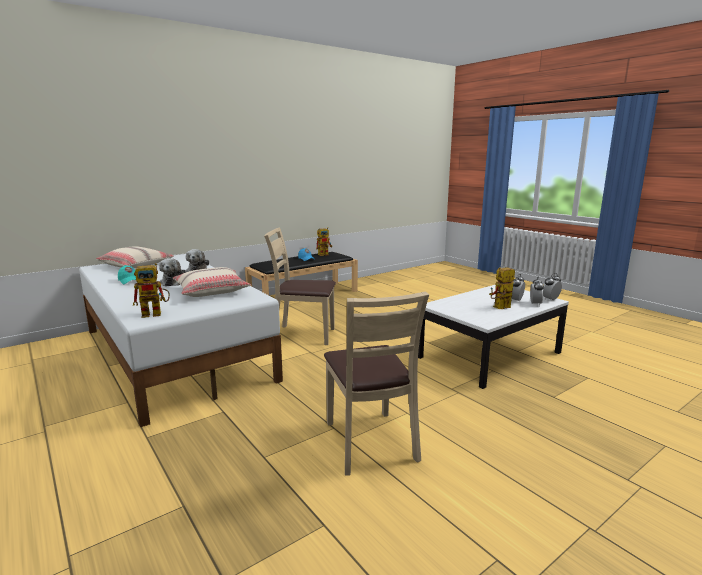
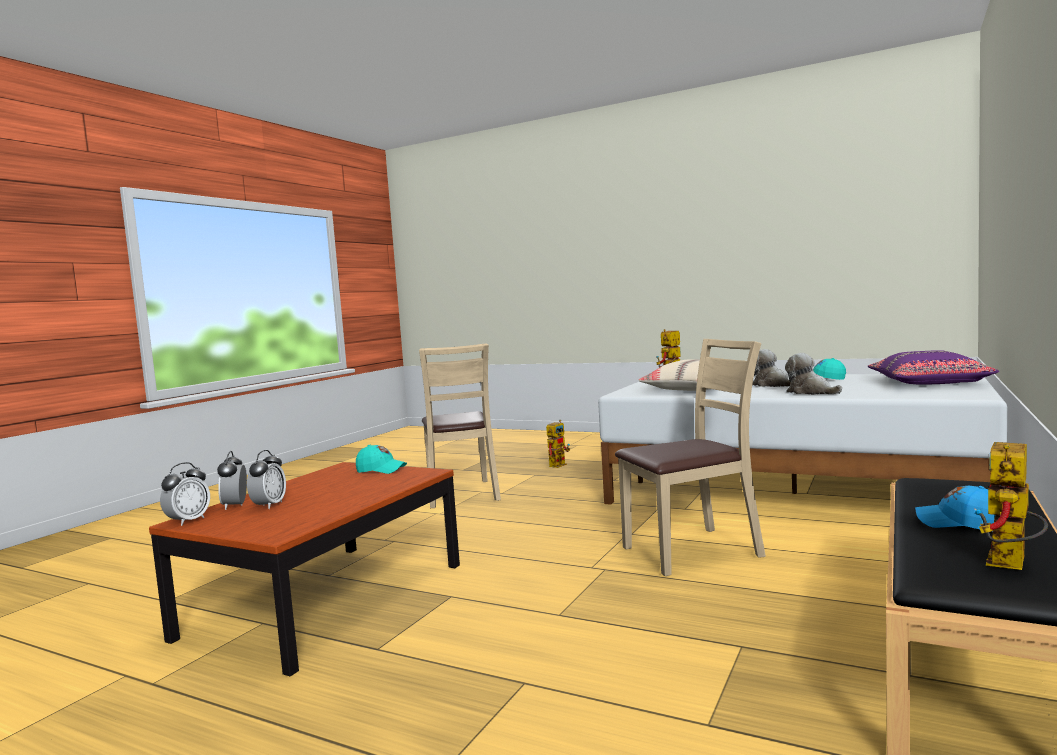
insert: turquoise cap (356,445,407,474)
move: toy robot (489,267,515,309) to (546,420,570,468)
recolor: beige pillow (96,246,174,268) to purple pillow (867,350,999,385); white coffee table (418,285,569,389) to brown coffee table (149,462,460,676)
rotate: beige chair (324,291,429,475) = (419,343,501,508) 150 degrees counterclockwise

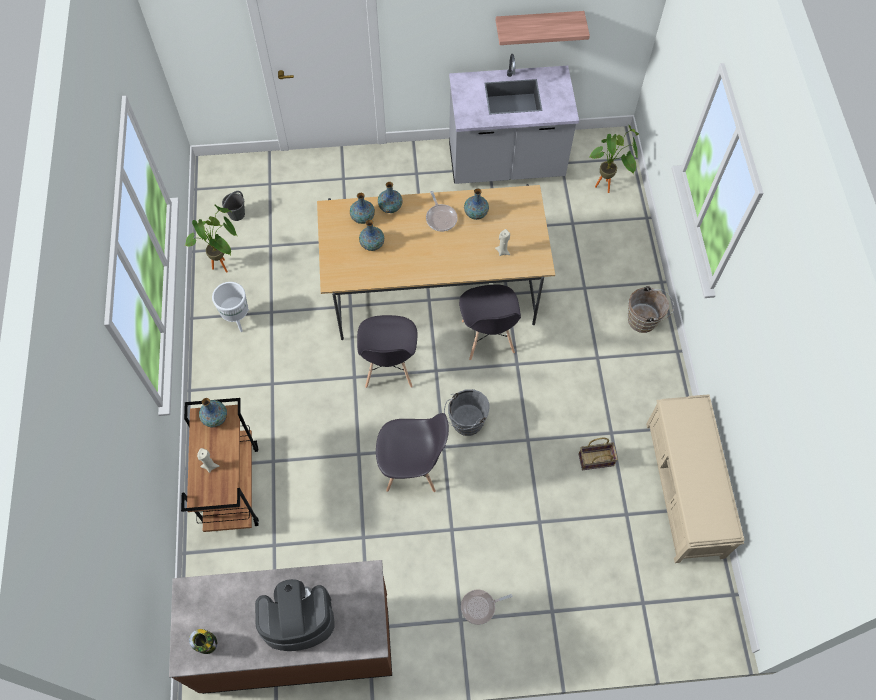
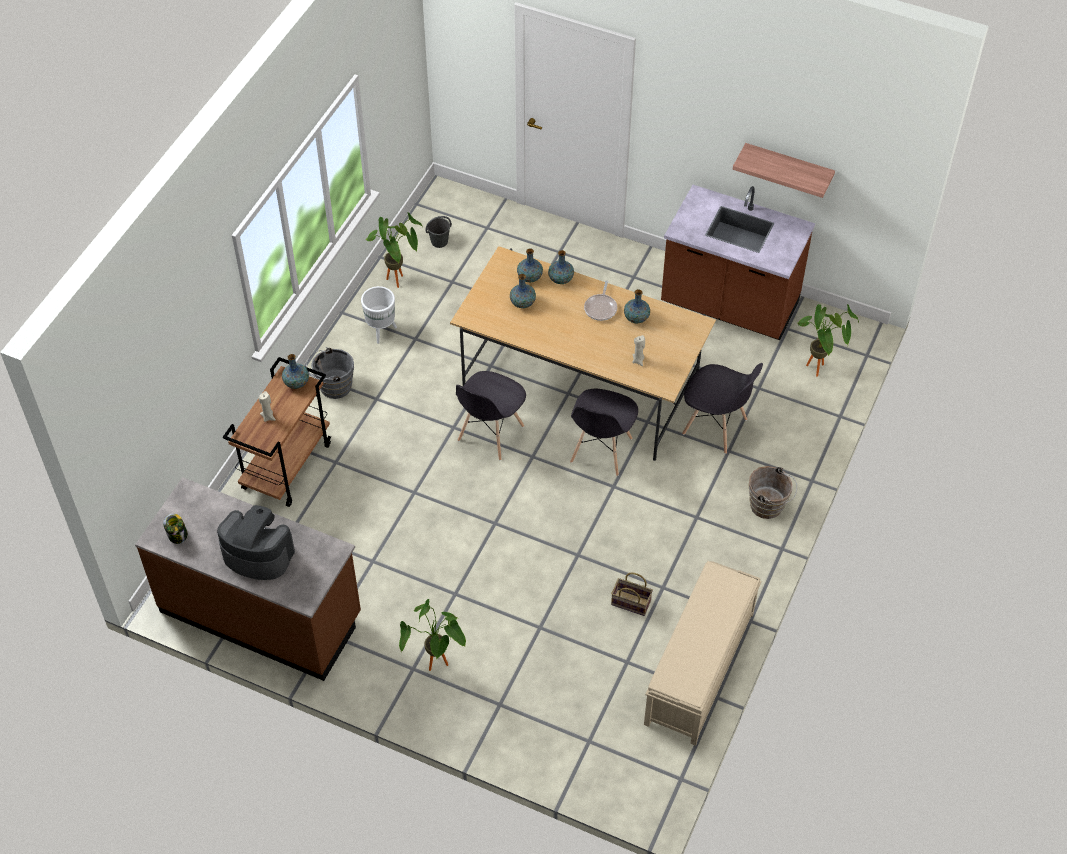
move: grey chair (376,413,449,492) to (682,363,763,454); grey bucket (444,389,489,436) to (306,347,354,399)
replace: frying pan (461,590,512,625) to potted plant (399,599,466,671)
recolor: grey counter (449,54,579,184) to brown counter (661,185,815,340)

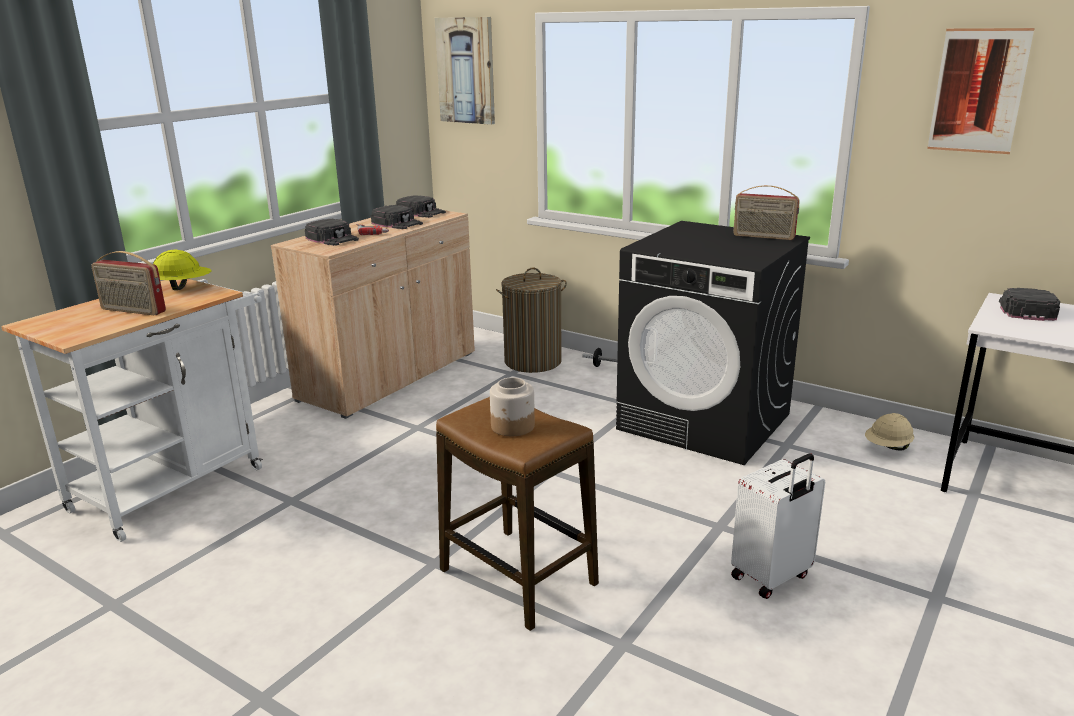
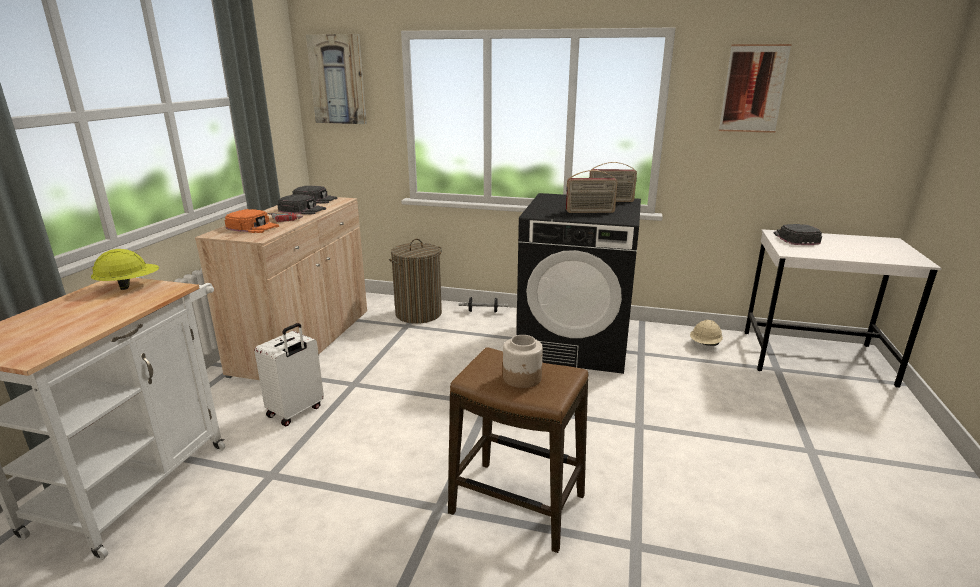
move: radio (91,251,166,315) to (566,170,618,213); white suitcase (731,453,825,599) to (254,323,324,426)
recolor: black cap (305,219,359,246) to orange cap (225,209,279,233)

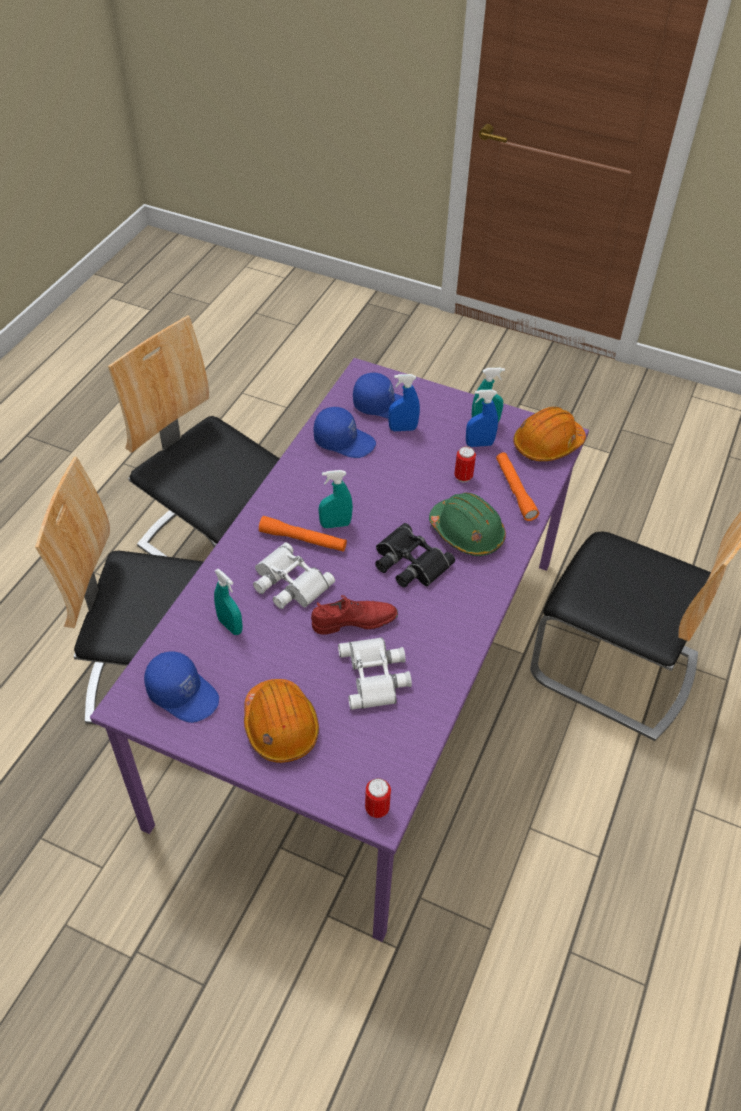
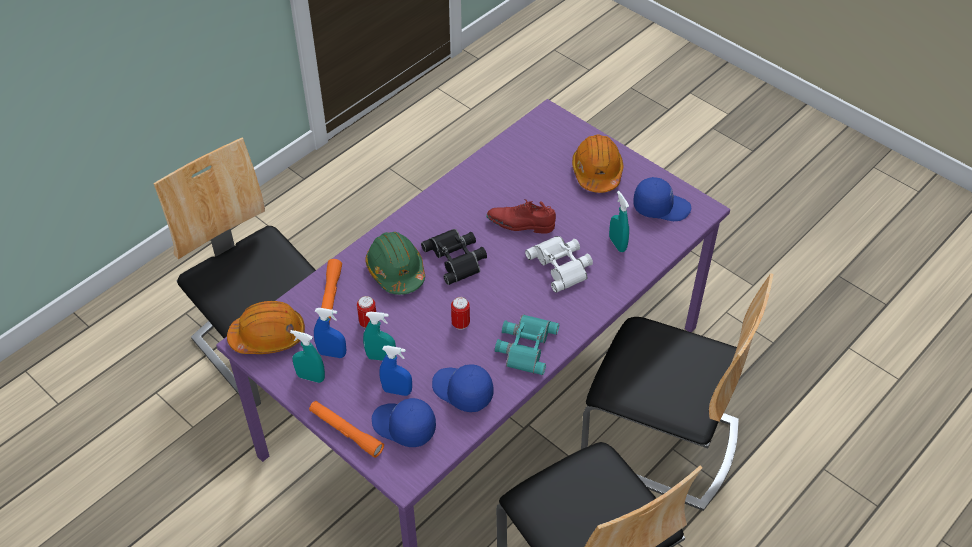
delete: white binoculars (338,637,412,710)
insert: turquoise binoculars (495,314,559,375)
move: orange flashlight (259,516,347,552) to (309,401,384,458); turquoise spray bottle (319,470,353,528) to (363,312,396,361); can (365,778,391,818) to (451,297,470,330)
rotate: blue cap (144,652,219,723) = (633,177,691,221) 135 degrees clockwise

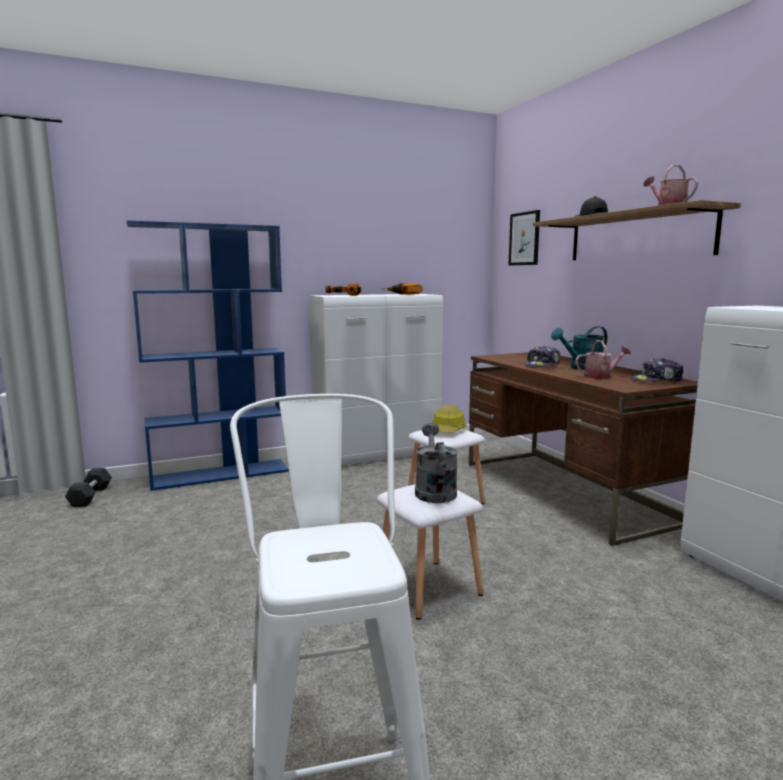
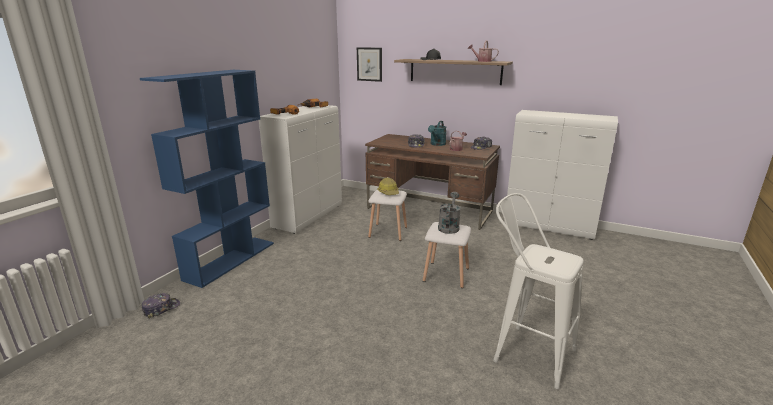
replace: black dumbbell (65,468,112,507) to cap (142,293,180,319)
rotate: grey watering can (415,423,458,503) = (438,192,461,234) 60 degrees clockwise

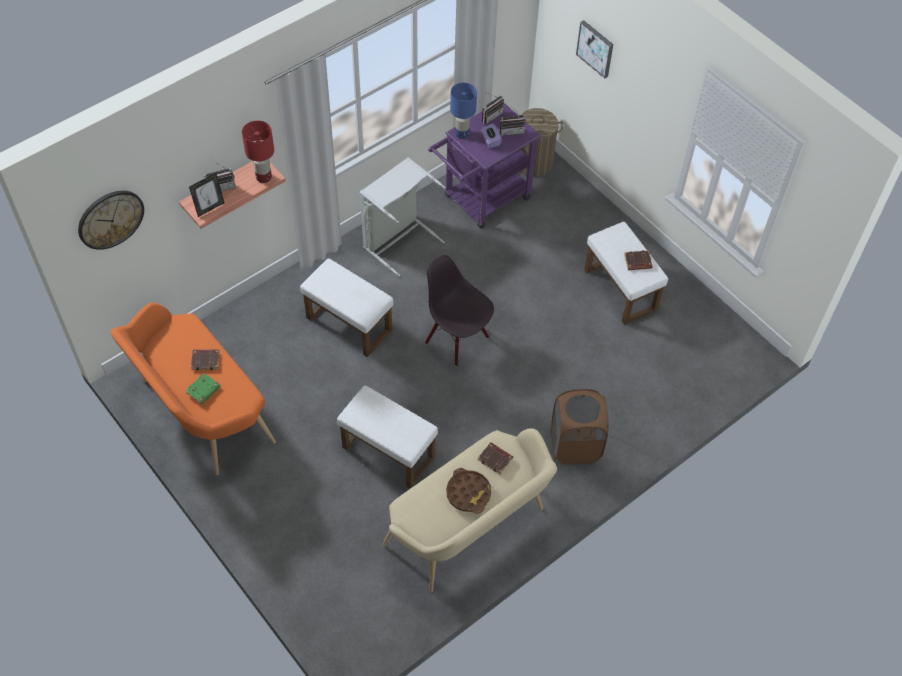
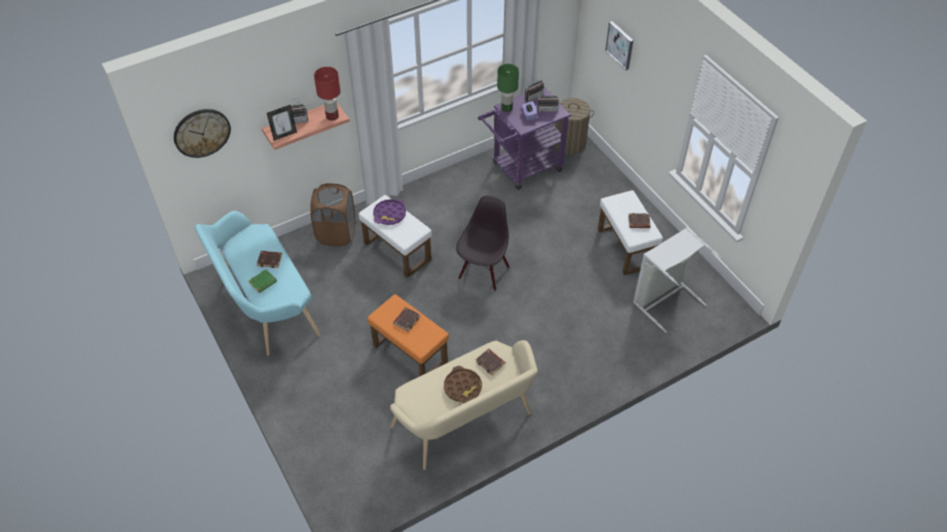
insert: purple tray (373,199,406,225); brown book (393,307,421,332)
move: grey laundry basket (360,157,446,277) to (633,227,722,333); brown laundry basket (551,389,609,465) to (310,183,355,246)
recolor: orange bench (111,303,276,475) to turquoise bench (195,211,320,356); white ottoman (337,385,438,489) to orange ottoman (367,294,449,376); blue table lamp (450,83,477,139) to green table lamp (497,64,519,112)
rotate: black chair (425,255,494,366) = (456,195,510,291) 60 degrees clockwise

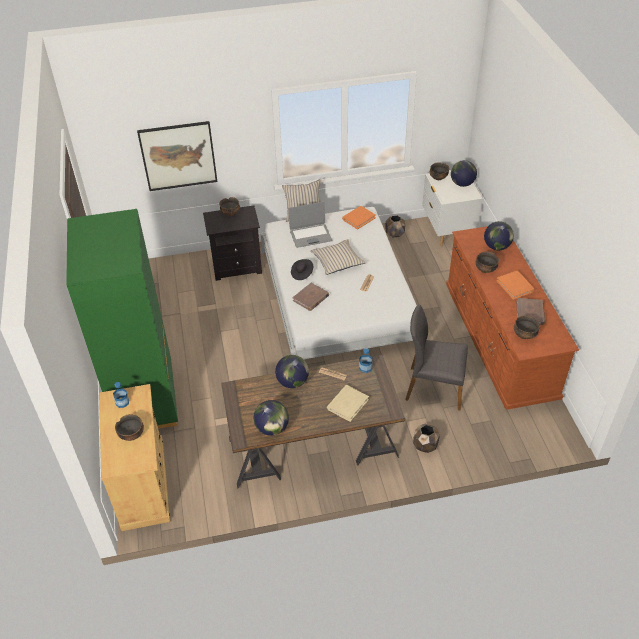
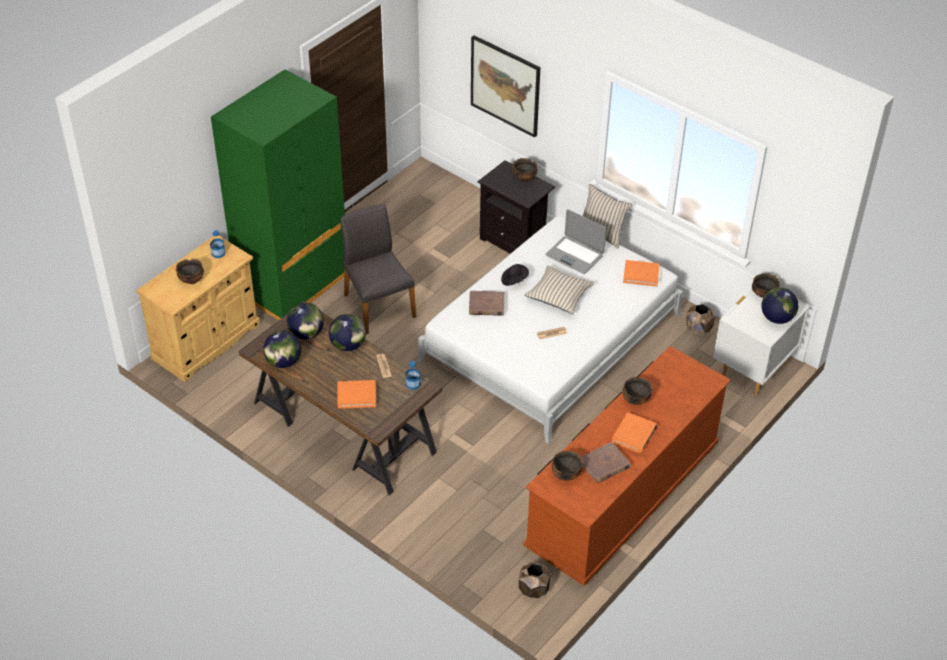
move: grey chair (405,305,468,410) to (341,204,416,334); brown planter (413,424,440,453) to (518,562,551,598); globe (484,221,514,250) to (287,303,324,339)
recolor: beige book (327,385,369,422) to orange book (338,380,376,409)

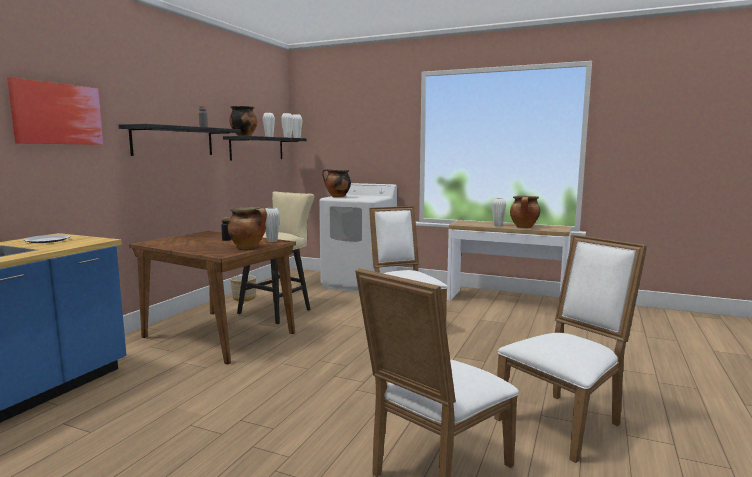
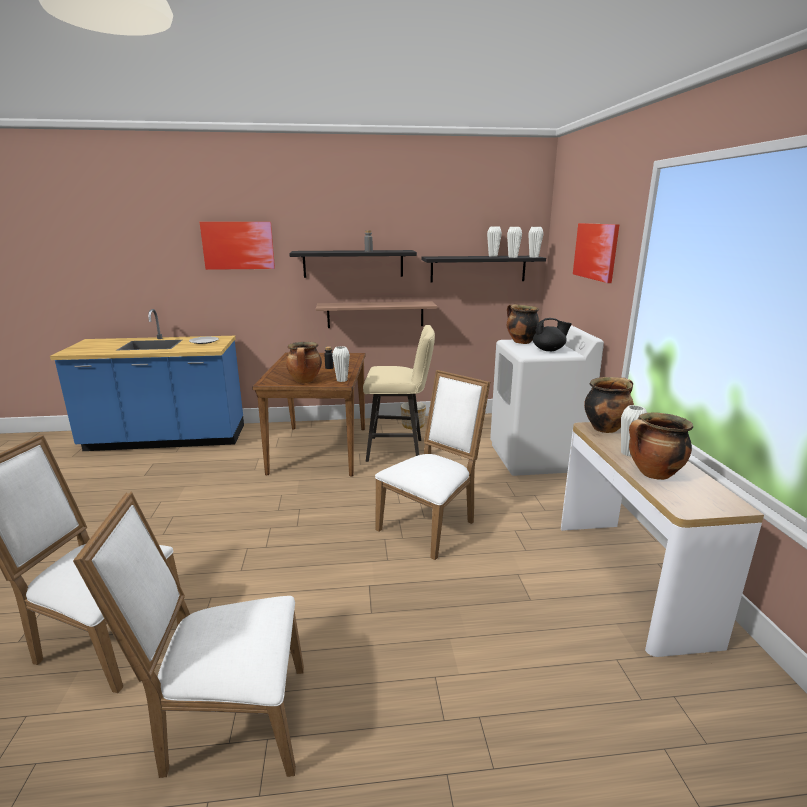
insert: shelf (316,301,437,328); black teapot (533,318,572,351); picture (573,223,619,283)
move: cooking pot (229,106,257,136) to (584,377,634,433)
rotate: white chair (494,235,647,463) = (73,491,304,778) 150 degrees clockwise

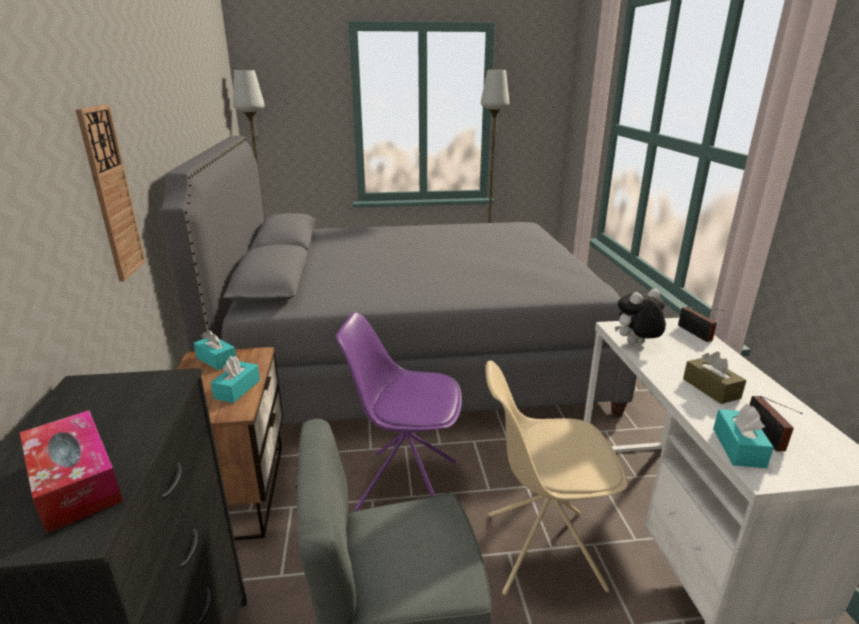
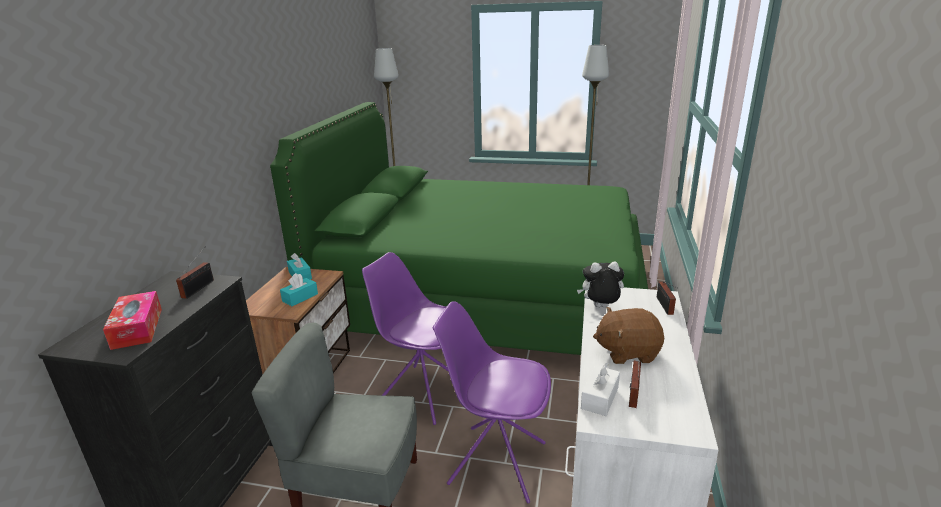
delete: wall clock (76,105,146,282)
insert: radio (176,246,214,299)
replace: brown tissue box (683,352,746,404) to brown plush toy (593,307,664,364)
recolor: grey bed (160,136,637,425) to green bed (270,102,648,355); beige chair (485,360,628,595) to purple chair (433,301,551,504); turquoise tissue box (713,404,774,468) to white tissue box (581,363,620,416)

